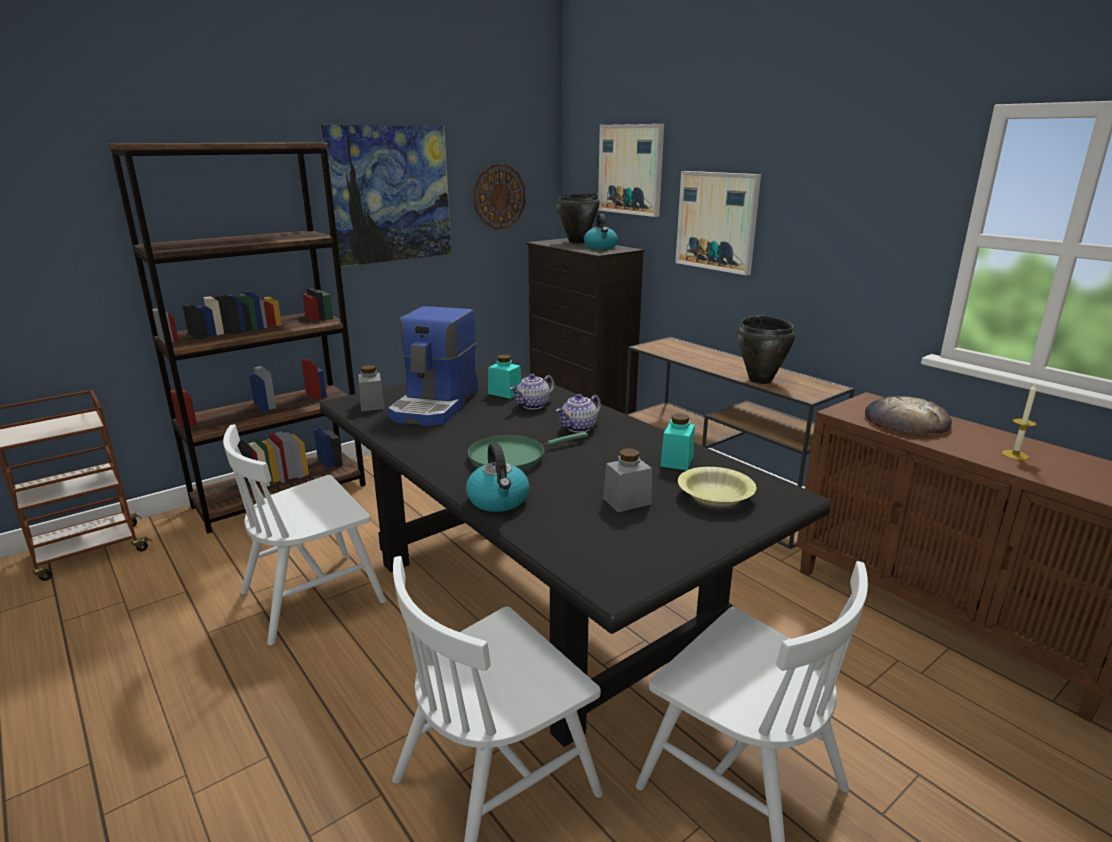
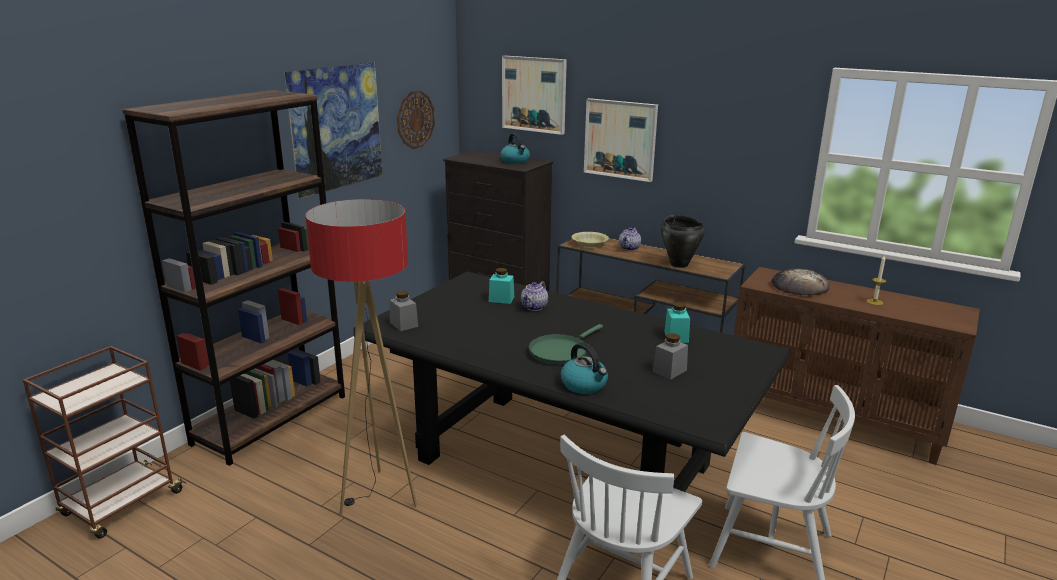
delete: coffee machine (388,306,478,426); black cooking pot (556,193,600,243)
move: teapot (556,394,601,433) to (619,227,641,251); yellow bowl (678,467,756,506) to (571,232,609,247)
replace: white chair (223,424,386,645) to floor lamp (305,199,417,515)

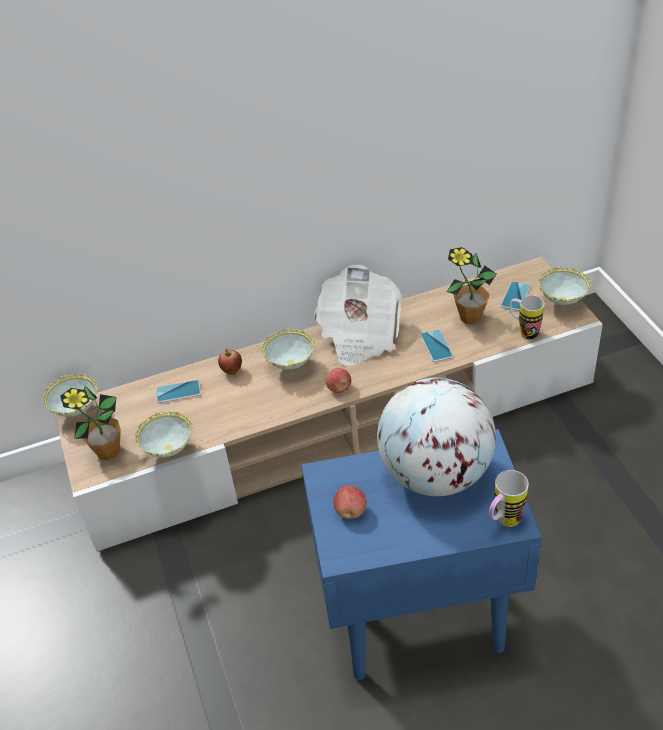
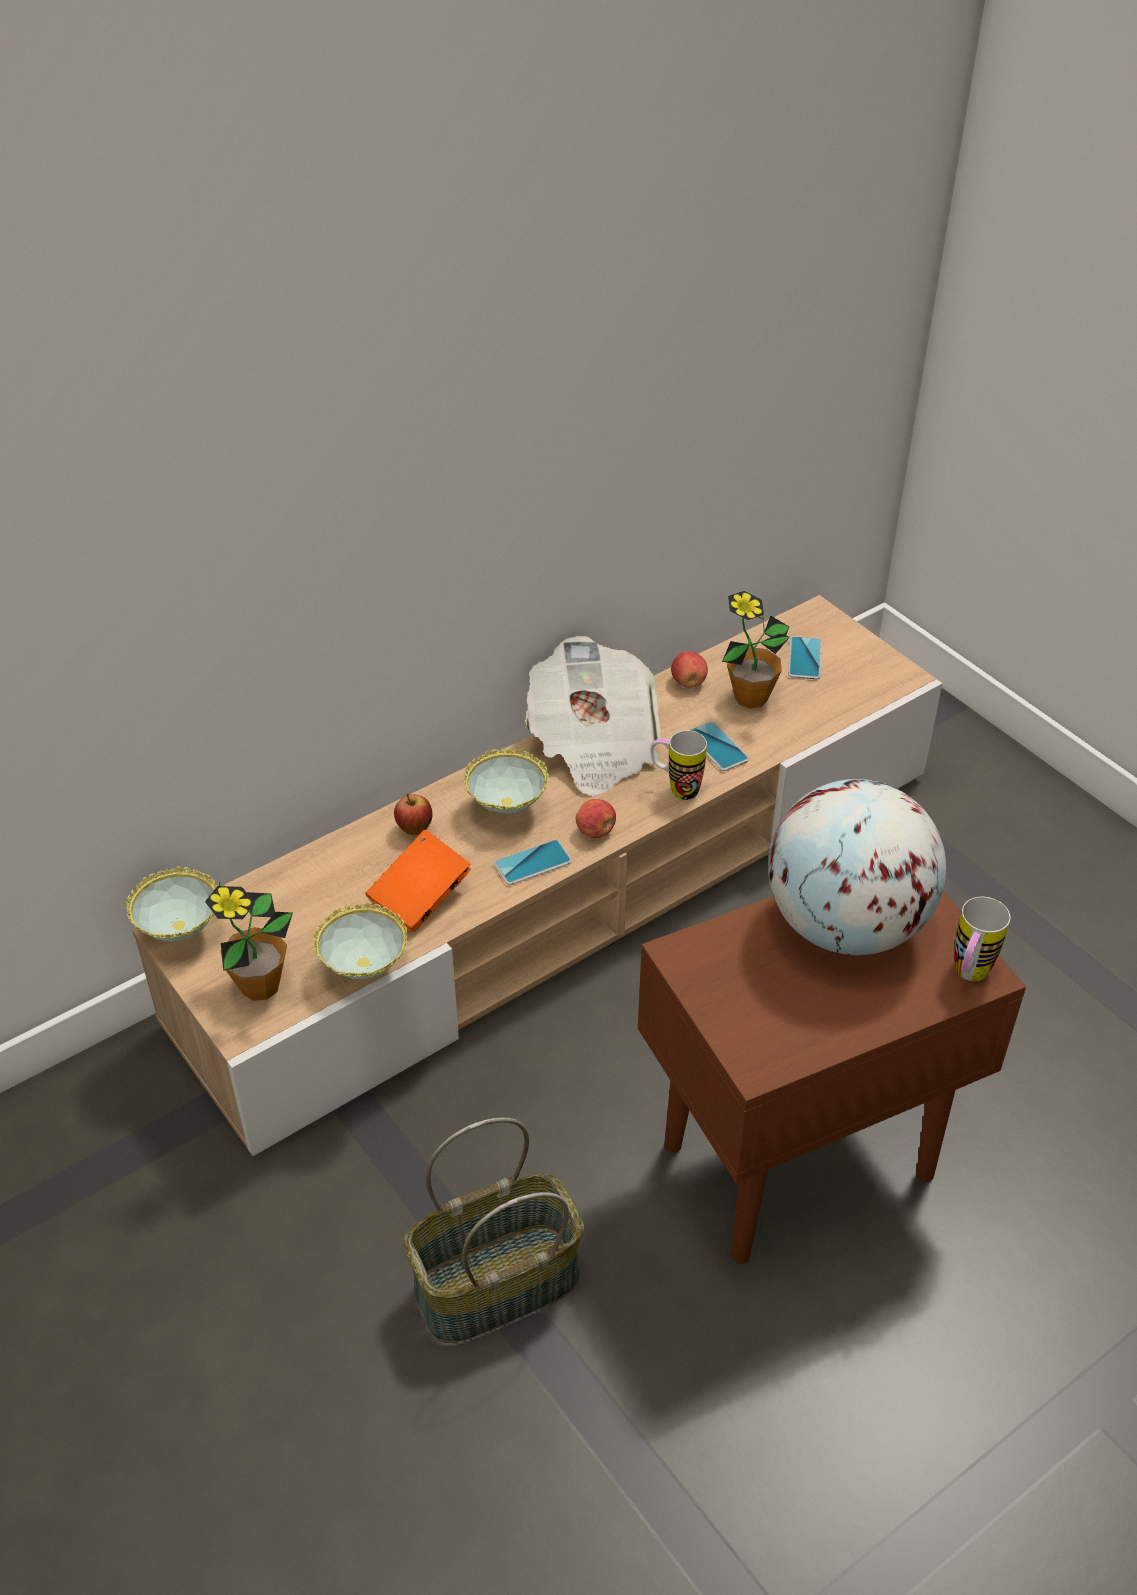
delete: bowl (538,267,591,305)
insert: orange book (365,830,471,932); basket (404,1117,584,1343)
move: phone (156,380,201,403) to (494,840,572,885); apple (333,486,367,519) to (671,651,708,688); mug (509,295,544,339) to (650,730,707,800)
recolor: blue side table (301,429,542,680) to brown side table (638,891,1026,1264)

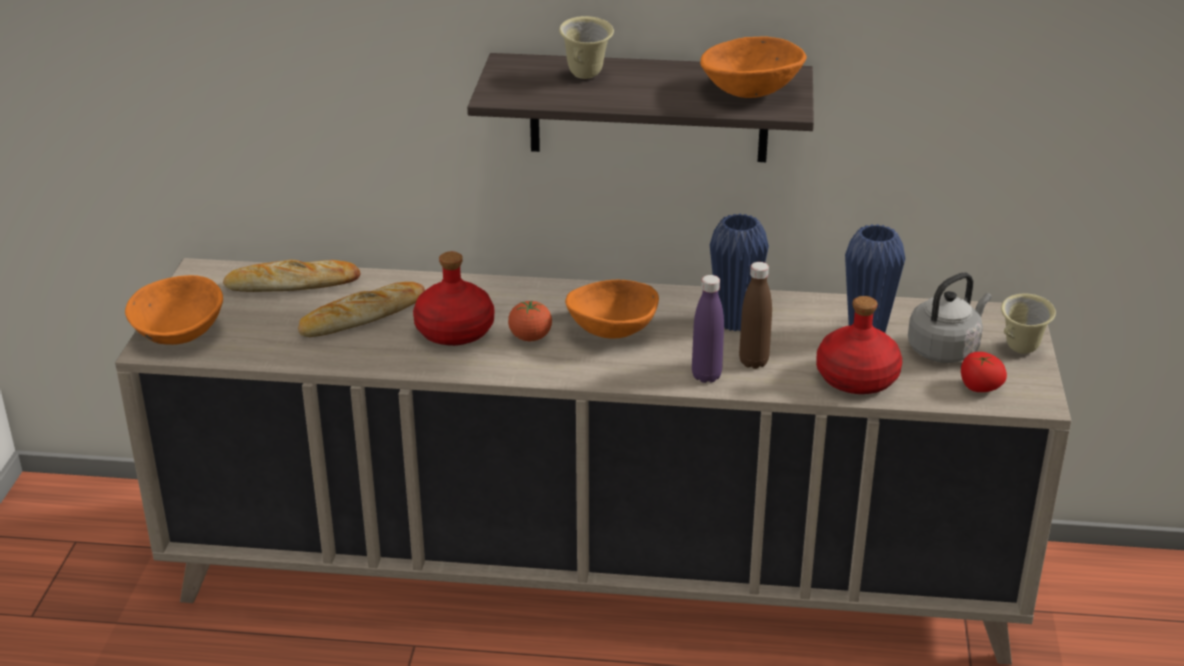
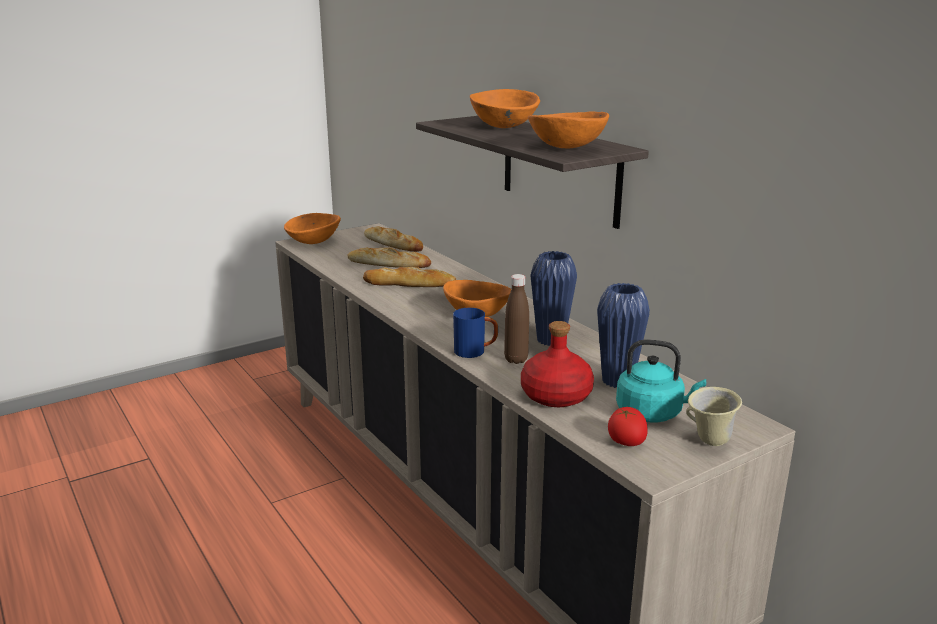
delete: tomato (508,300,552,341)
replace: red bottle (413,251,494,346) to bread (363,267,457,287); beige mug (559,16,614,79) to orange bowl (470,89,540,128); purple bottle (692,275,724,383) to blue mug (453,308,498,358)
recolor: grey kettle (908,272,992,363) to turquoise kettle (616,340,706,423)

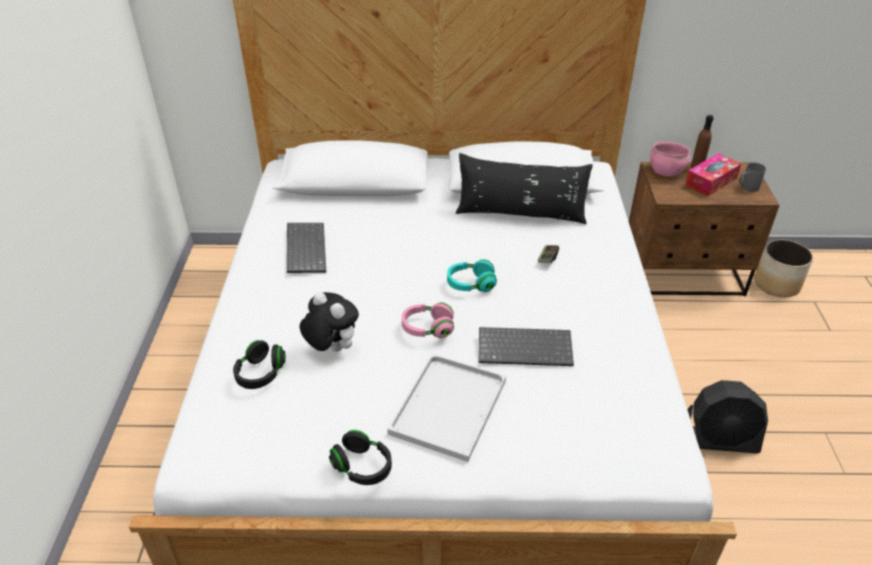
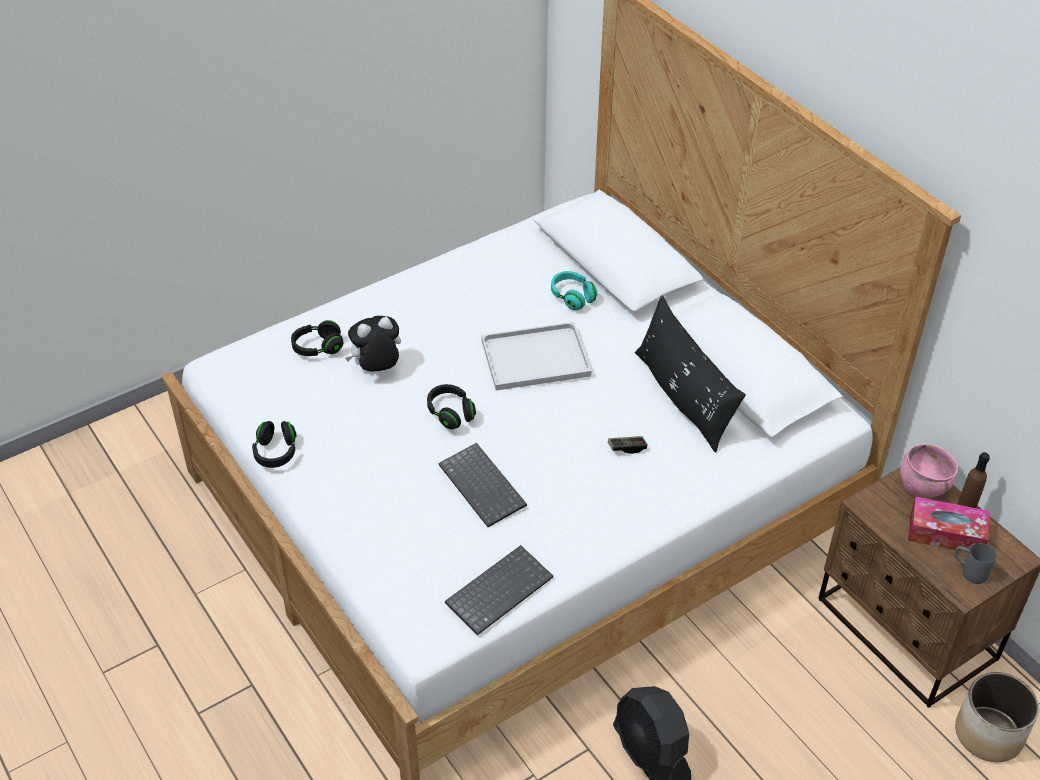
move: keyboard (287,223,326,273) to (445,545,553,635); white tray (387,354,506,462) to (481,322,592,391); turquoise headphones (447,259,497,292) to (551,271,597,310)
recolor: pink headphones (402,303,454,338) to black headphones (427,384,476,430)
rotate: plush toy (300,292,359,352) = (345,316,401,371) 120 degrees counterclockwise

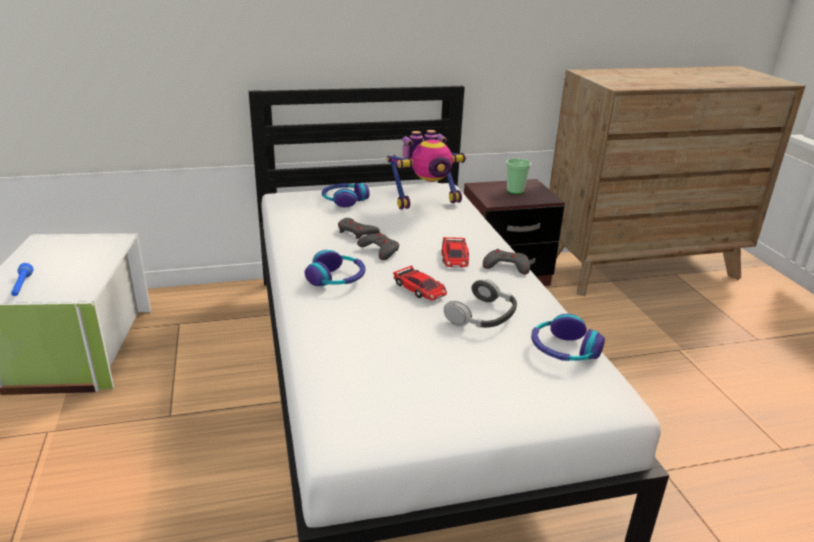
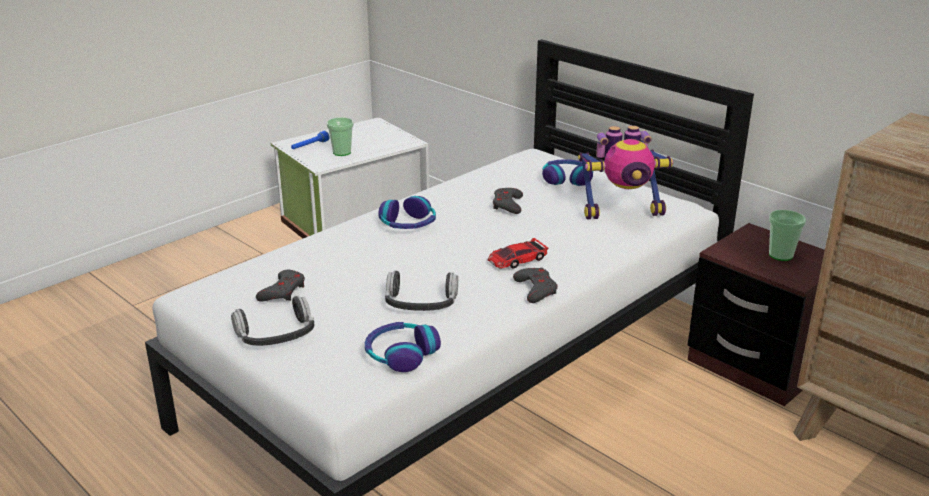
delete: toy car (393,266,447,301)
insert: headphones (231,295,314,346); cup (326,117,354,156)
move: grey game controller (357,232,399,260) to (256,270,305,302)
rotate: toy robot (387,130,466,210) = (578,125,673,219) 45 degrees counterclockwise

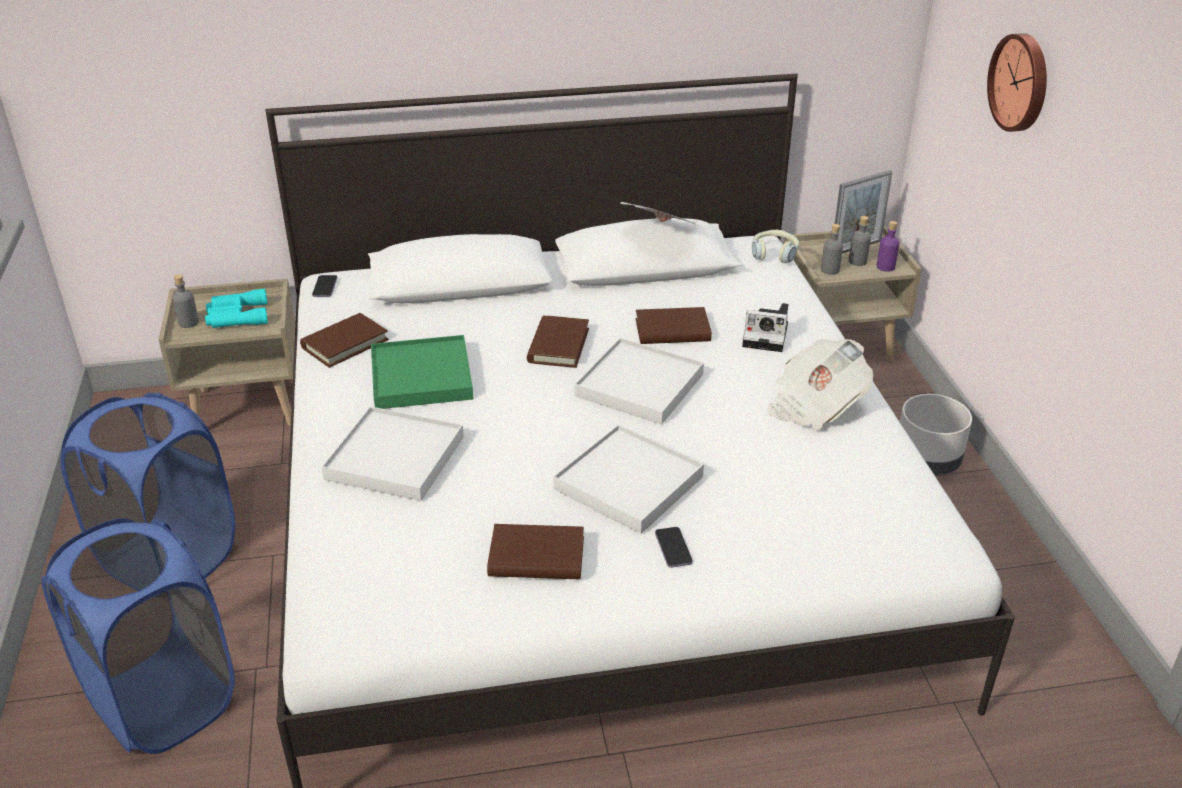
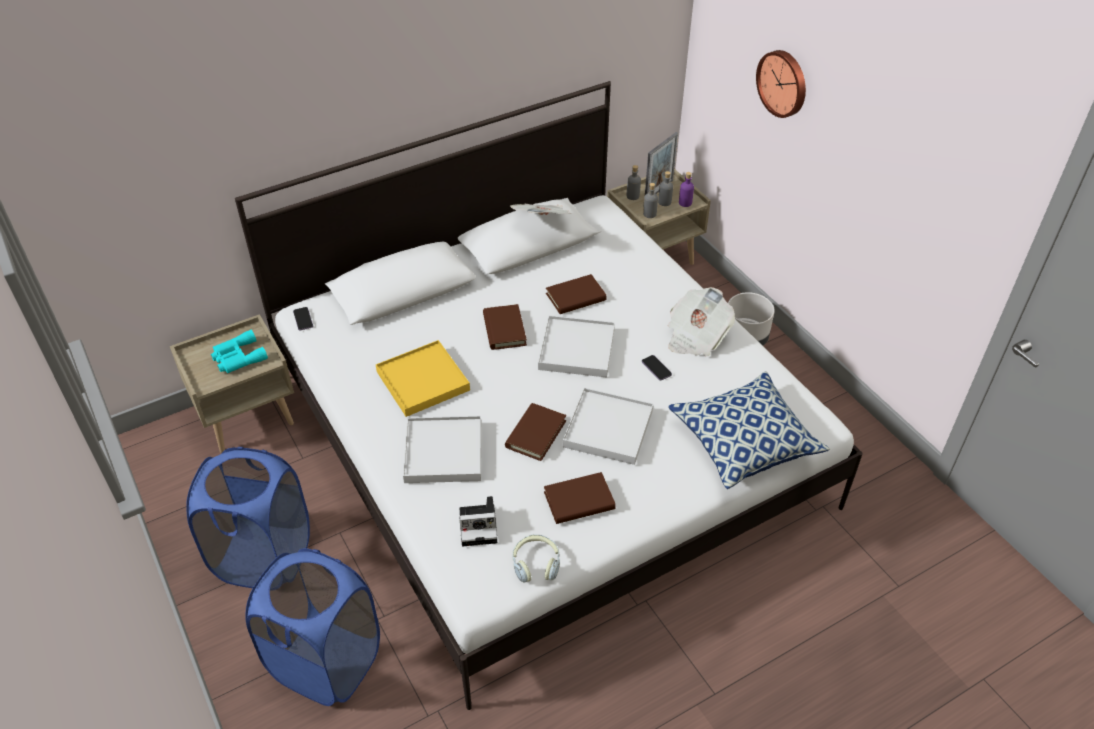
insert: pillow (668,371,830,489)
move: grey bottle (172,274,199,328) to (626,165,641,200); brown book (300,313,389,368) to (505,403,566,461); phone (655,527,693,568) to (642,355,672,380); photo camera (742,303,788,352) to (459,496,497,546); headphones (752,230,799,263) to (512,534,560,583)
recolor: green tray (371,335,473,409) to yellow tray (376,340,470,417)

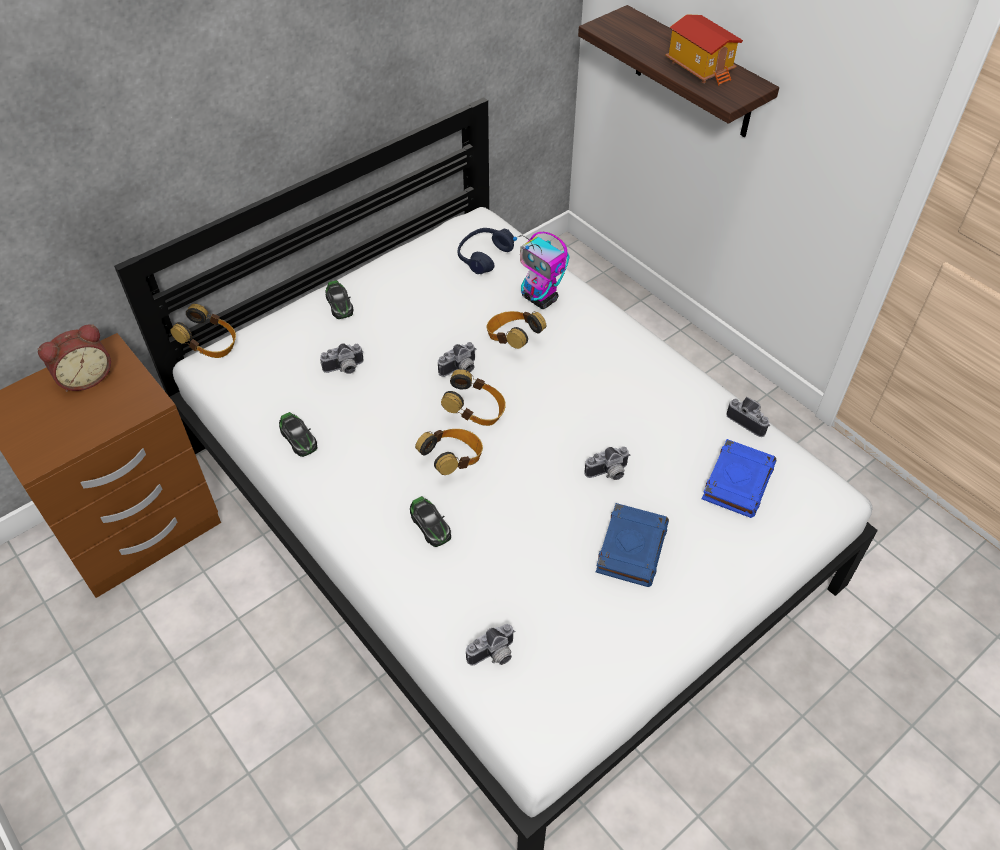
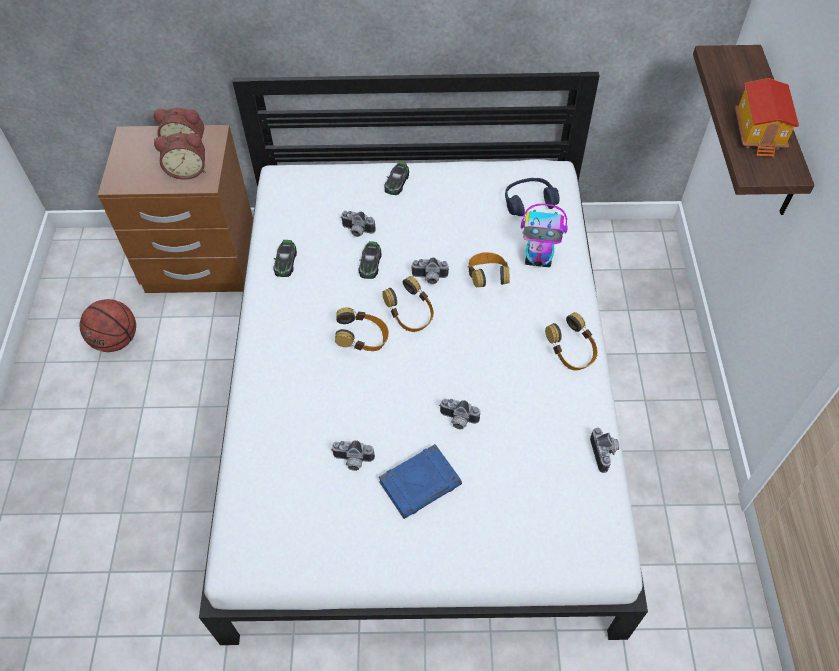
delete: blue book (702,439,776,518)
insert: basketball (80,299,136,352); alarm clock (154,133,205,180)
move: headphones (170,304,236,358) to (545,312,598,370); toy car (410,496,451,547) to (359,241,382,279); photo camera (466,624,515,666) to (331,440,375,471)
rotate: toy robot (513,232,570,309) = (521,204,568,267) 75 degrees counterclockwise

